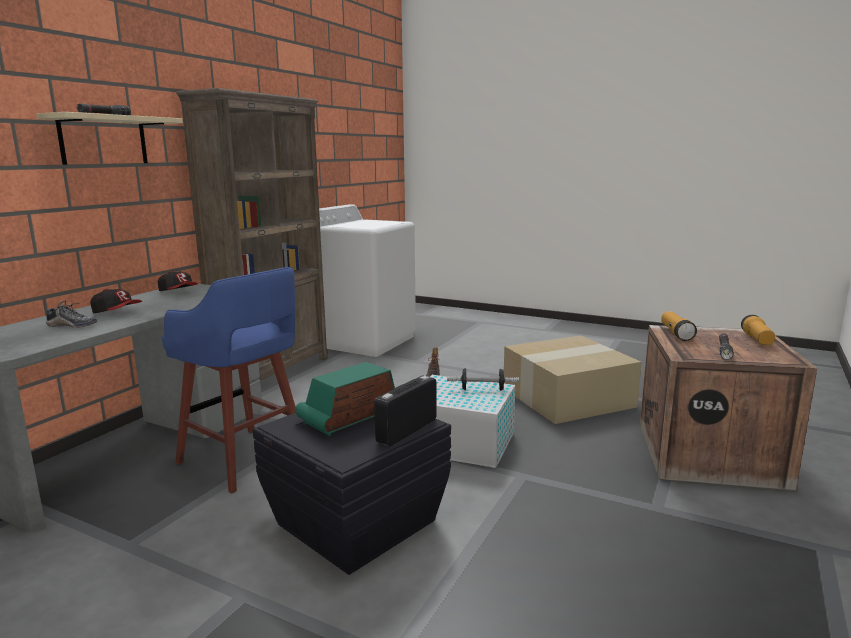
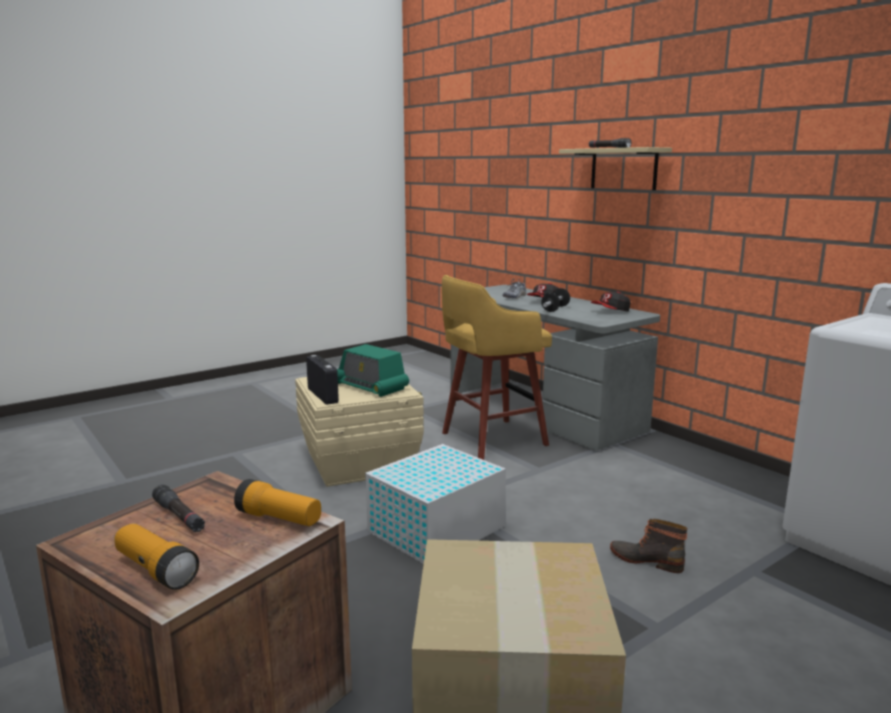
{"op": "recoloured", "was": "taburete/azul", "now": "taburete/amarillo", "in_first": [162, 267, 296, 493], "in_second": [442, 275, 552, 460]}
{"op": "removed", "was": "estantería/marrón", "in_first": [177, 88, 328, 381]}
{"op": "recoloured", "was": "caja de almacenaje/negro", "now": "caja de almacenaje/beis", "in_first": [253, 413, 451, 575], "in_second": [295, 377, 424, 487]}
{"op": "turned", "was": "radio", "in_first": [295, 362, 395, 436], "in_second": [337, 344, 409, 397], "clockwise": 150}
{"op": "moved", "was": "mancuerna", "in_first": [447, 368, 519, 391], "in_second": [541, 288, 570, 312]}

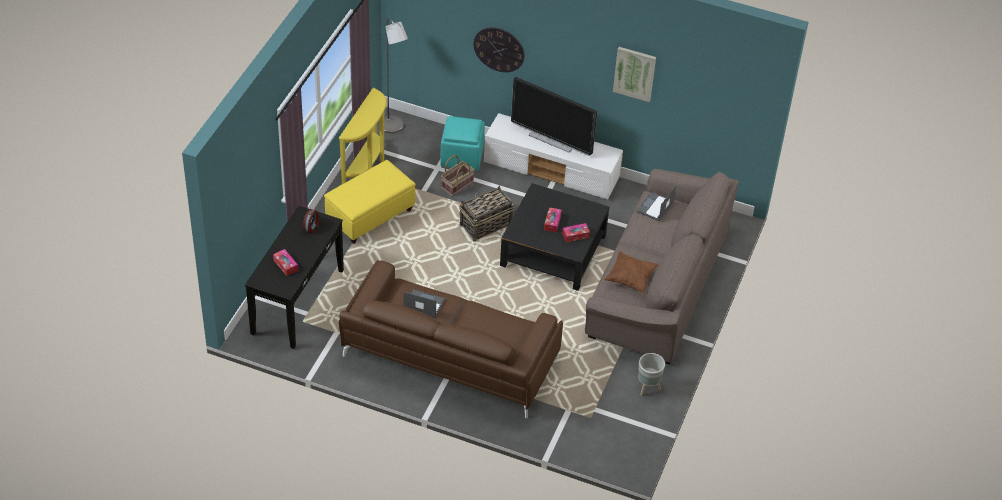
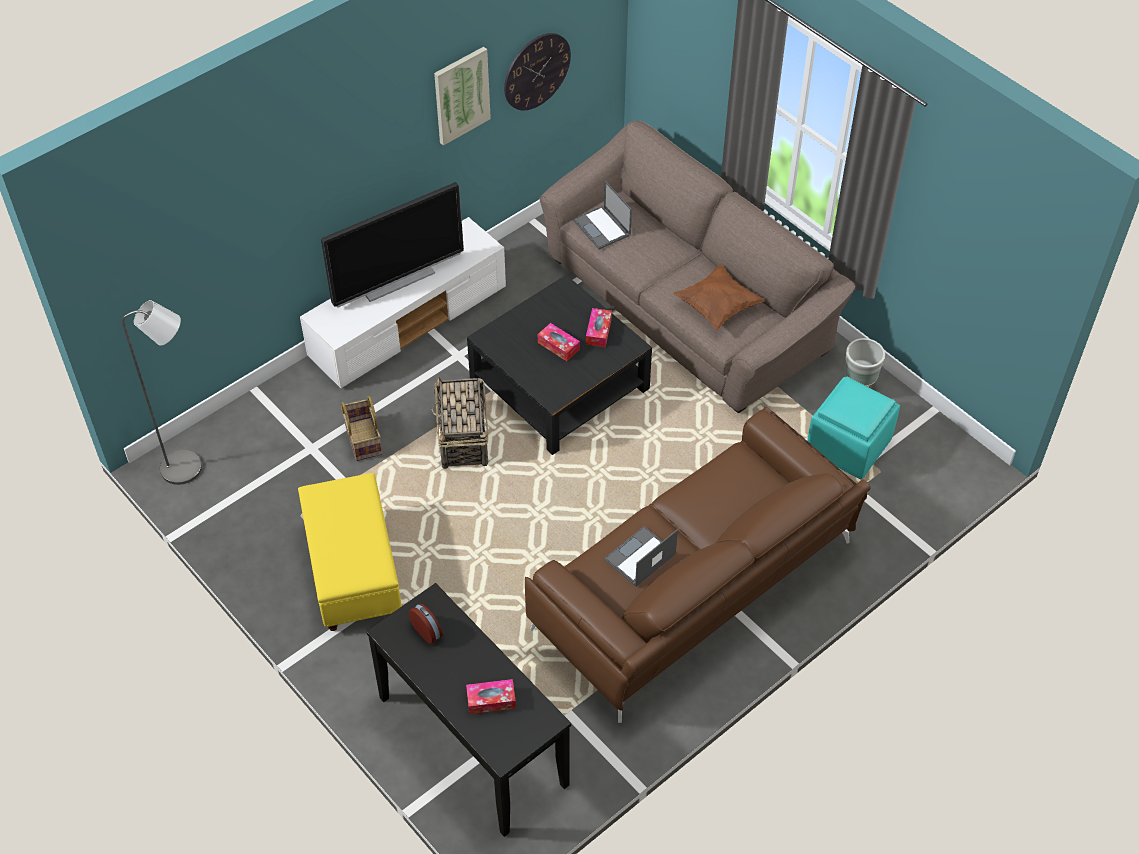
{"op": "removed", "was": "mesa consola/amarillo", "in_first": [339, 88, 387, 184]}
{"op": "moved", "was": "puf/turquesa", "in_first": [441, 116, 485, 171], "in_second": [807, 377, 900, 479]}
{"op": "moved", "was": "reloj de pared", "in_first": [474, 27, 524, 72], "in_second": [504, 33, 571, 110]}

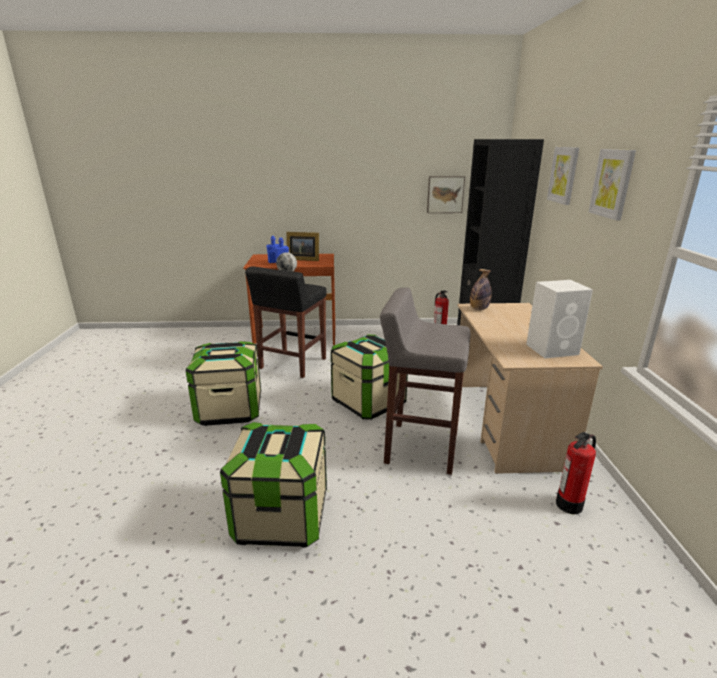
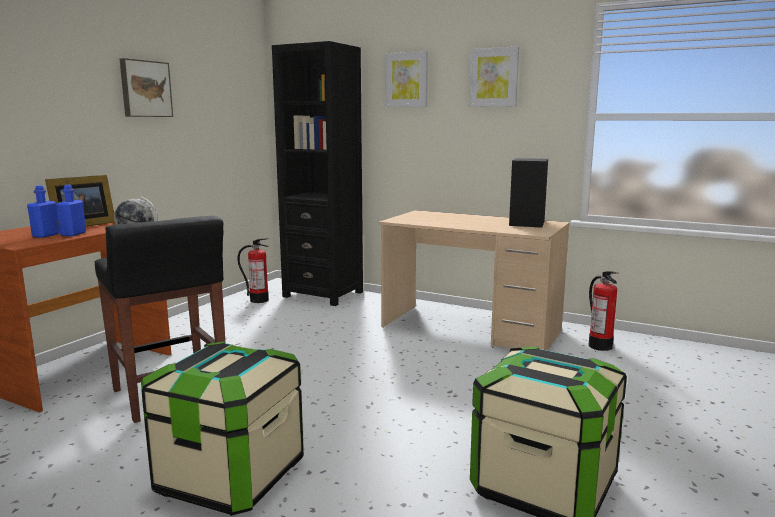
{"op": "removed", "was": "caja de almacenaje", "in_first": [331, 334, 408, 420]}
{"op": "removed", "was": "taburete/gris", "in_first": [380, 287, 470, 475]}
{"op": "moved", "was": "cuadro", "in_first": [427, 176, 465, 213], "in_second": [120, 58, 173, 117]}
{"op": "removed", "was": "botella", "in_first": [470, 269, 492, 310]}
{"op": "recoloured", "was": "altavoz/blanco", "now": "altavoz/negro", "in_first": [526, 280, 593, 358], "in_second": [509, 158, 548, 228]}

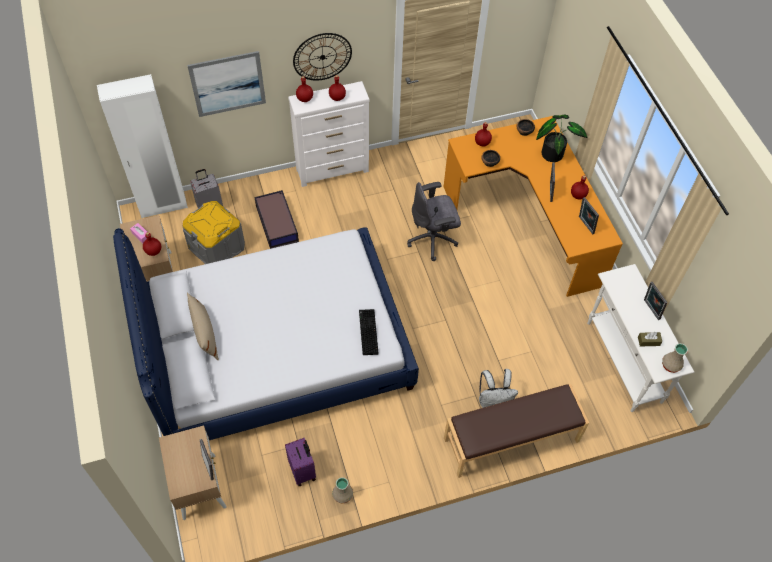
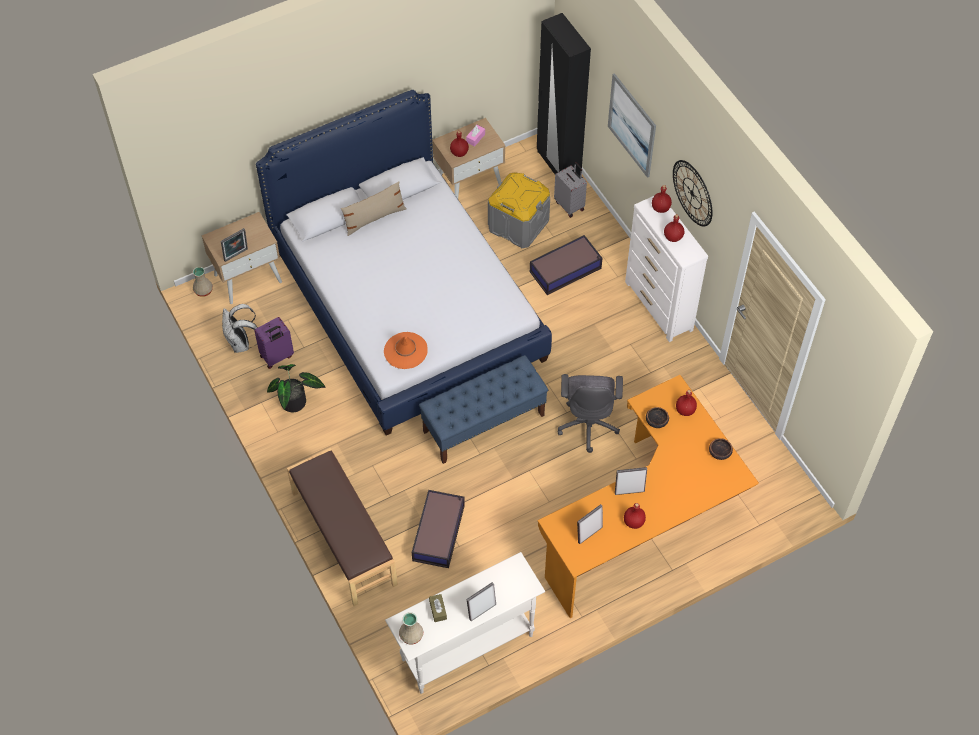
{"op": "recoloured", "was": "armario ropero/blanco", "now": "armario ropero/negro", "in_first": [97, 74, 188, 218], "in_second": [537, 13, 591, 176]}
{"op": "moved", "was": "florero/beis", "in_first": [332, 477, 353, 504], "in_second": [192, 267, 213, 297]}
{"op": "replaced", "was": "teclado", "now": "sombrero/naranja", "in_first": [359, 309, 379, 355], "in_second": [384, 332, 428, 369]}
{"op": "turned", "was": "silla de oficina/gris", "in_first": [407, 182, 461, 261], "in_second": [557, 374, 623, 453], "clockwise": -150}
{"op": "moved", "was": "mochila/blanco", "in_first": [479, 369, 518, 408], "in_second": [222, 304, 258, 353]}
{"op": "moved", "was": "planta en maceta", "in_first": [536, 115, 588, 162], "in_second": [267, 364, 325, 412]}
{"op": "added", "now": "caja de almacenaje", "in_second": [412, 490, 465, 568]}
{"op": "added", "now": "banco/azul", "in_second": [419, 355, 548, 464]}

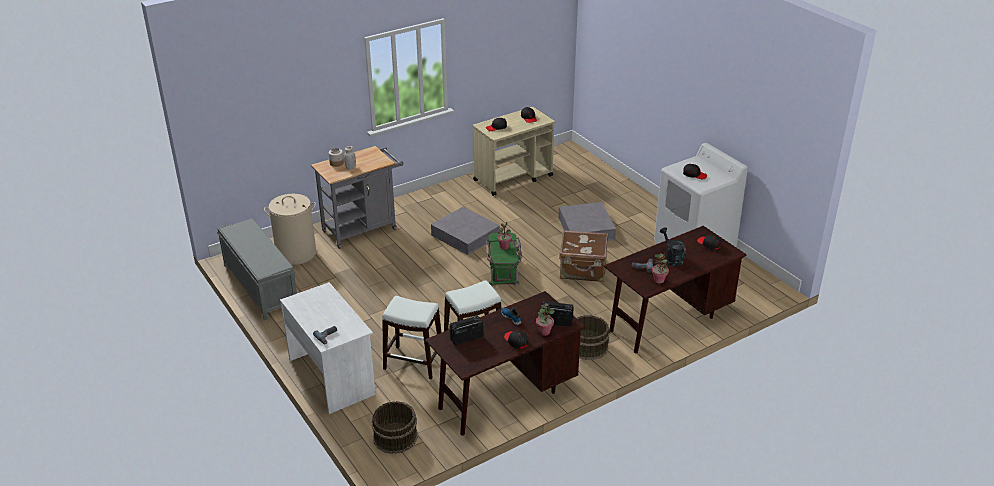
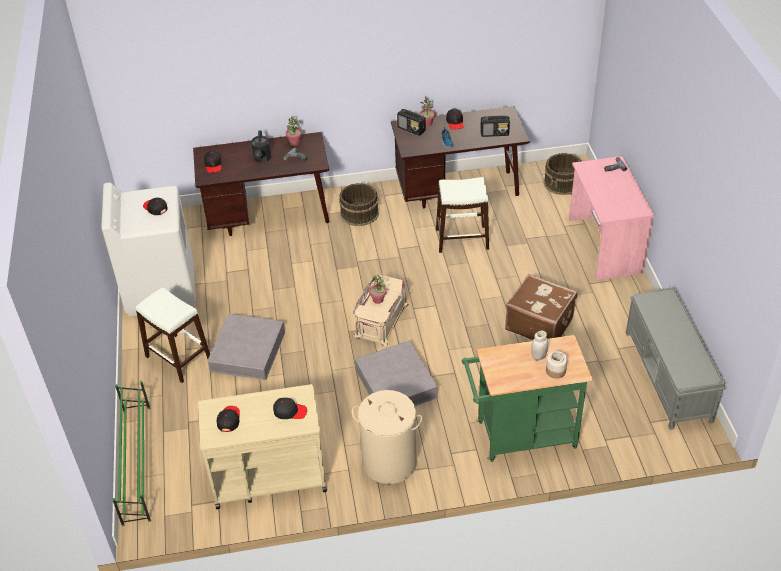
{"op": "moved", "was": "cesto de la ropa/beis", "in_first": [264, 194, 316, 265], "in_second": [352, 390, 422, 484]}
{"op": "recoloured", "was": "escritorio/blanco", "now": "escritorio/rosa", "in_first": [280, 282, 376, 414], "in_second": [569, 156, 654, 280]}
{"op": "recoloured", "was": "carrito/gris", "now": "carrito/verde", "in_first": [311, 146, 404, 249], "in_second": [462, 335, 593, 462]}
{"op": "moved", "was": "taburete/blanco", "in_first": [382, 296, 442, 379], "in_second": [136, 287, 210, 383]}
{"op": "recoloured", "was": "caja de almacenaje/verde", "now": "caja de almacenaje/beis", "in_first": [486, 233, 522, 286], "in_second": [353, 275, 409, 347]}
{"op": "moved", "was": "maleta/marrón", "in_first": [559, 230, 608, 282], "in_second": [505, 274, 578, 340]}
{"op": "added", "now": "zapatero/verde", "in_second": [112, 381, 151, 526]}

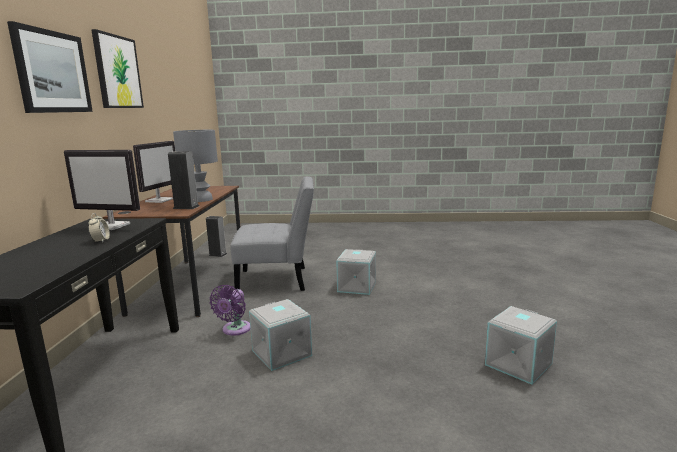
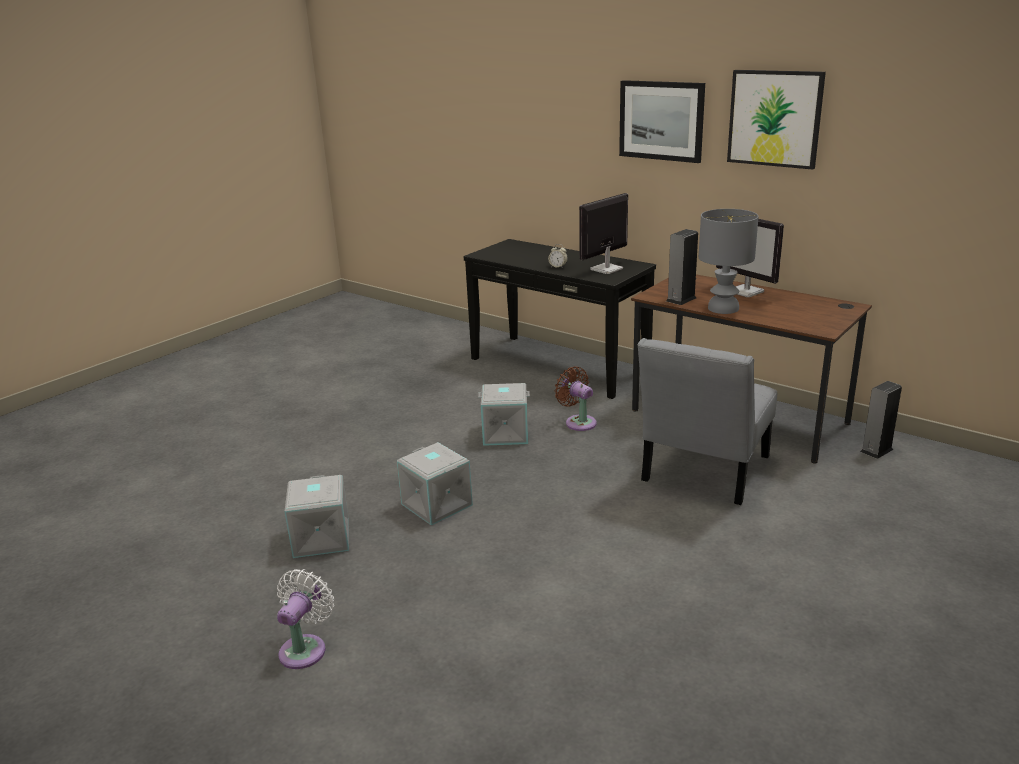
{"op": "recoloured", "was": "ventilador/morado", "now": "ventilador/marrón", "in_first": [209, 285, 250, 336], "in_second": [555, 367, 597, 431]}
{"op": "moved", "was": "caja de almacenaje/gris", "in_first": [336, 249, 376, 295], "in_second": [397, 442, 473, 525]}
{"op": "added", "now": "ventilador/blanco", "in_second": [277, 569, 334, 669]}

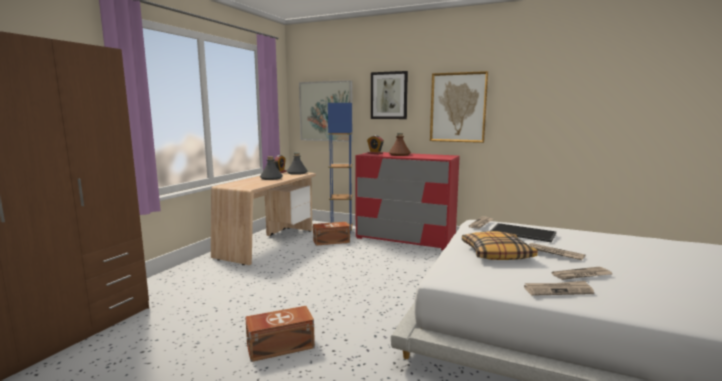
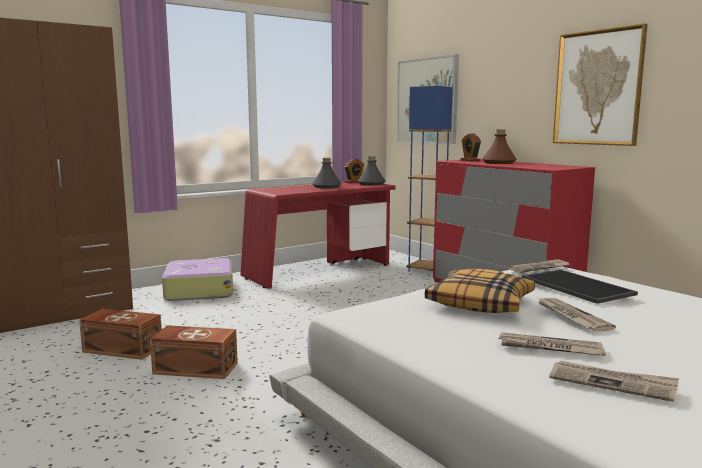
{"op": "recoloured", "was": "escritorio/beis", "now": "escritorio/rojo", "in_first": [211, 172, 316, 265], "in_second": [240, 182, 396, 289]}
{"op": "moved", "was": "caja de almacenaje/marrón", "in_first": [313, 222, 350, 246], "in_second": [79, 309, 162, 360]}
{"op": "removed", "was": "cuadro", "in_first": [371, 71, 408, 119]}
{"op": "moved", "was": "periódico", "in_first": [524, 281, 594, 296], "in_second": [549, 361, 679, 402]}
{"op": "added", "now": "maleta", "in_second": [162, 258, 233, 301]}

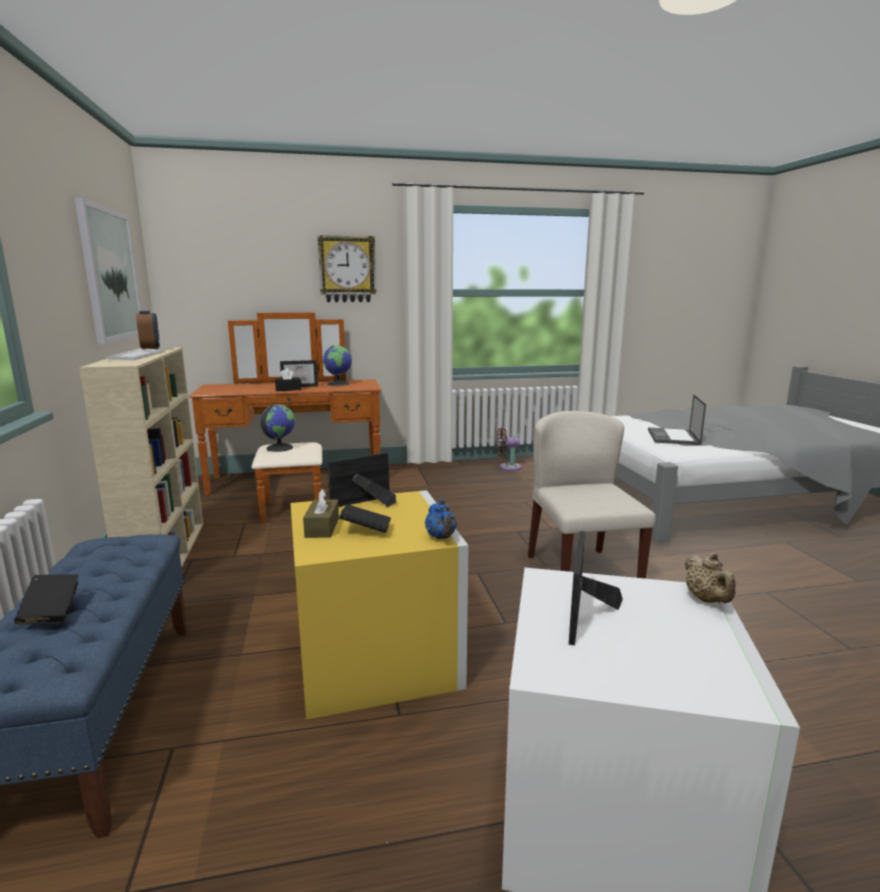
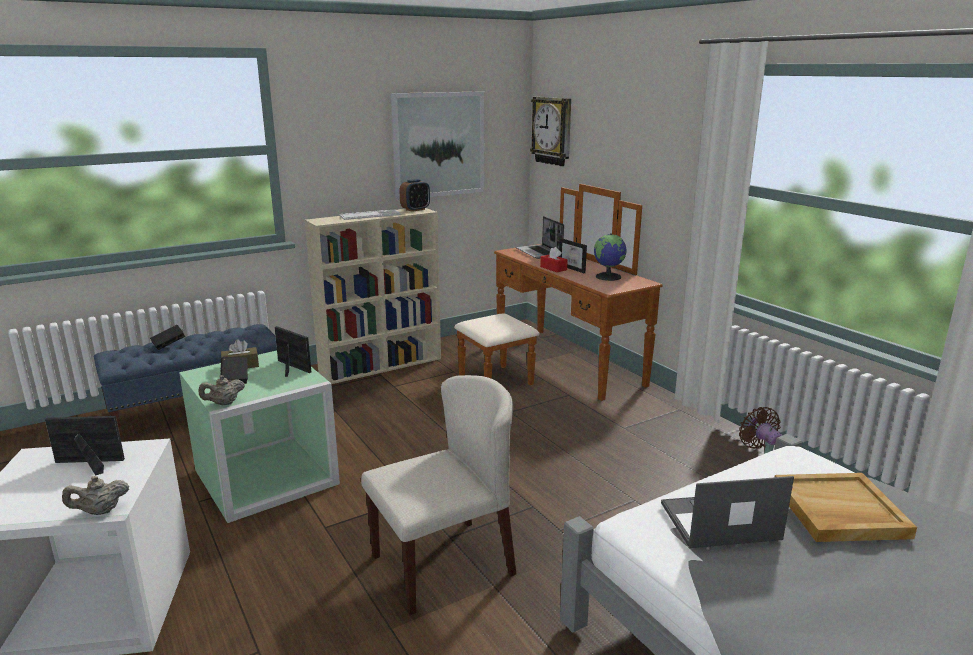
{"op": "removed", "was": "globo terráqueo", "in_first": [261, 404, 295, 452]}
{"op": "recoloured", "was": "caja de pañuelos/negro", "now": "caja de pañuelos/rojo", "in_first": [275, 368, 302, 391], "in_second": [540, 247, 568, 272]}
{"op": "recoloured", "was": "caja de almacenaje/amarillo", "now": "caja de almacenaje/verde", "in_first": [290, 490, 469, 720], "in_second": [179, 351, 340, 523]}
{"op": "moved", "was": "reloj de pared", "in_first": [318, 235, 377, 302], "in_second": [530, 97, 571, 166]}
{"op": "recoloured", "was": "tetera/azul", "now": "tetera/beis", "in_first": [425, 499, 457, 539], "in_second": [199, 375, 245, 405]}
{"op": "added", "now": "portátil", "in_second": [516, 216, 564, 259]}
{"op": "added", "now": "bandeja/beis", "in_second": [775, 473, 917, 542]}

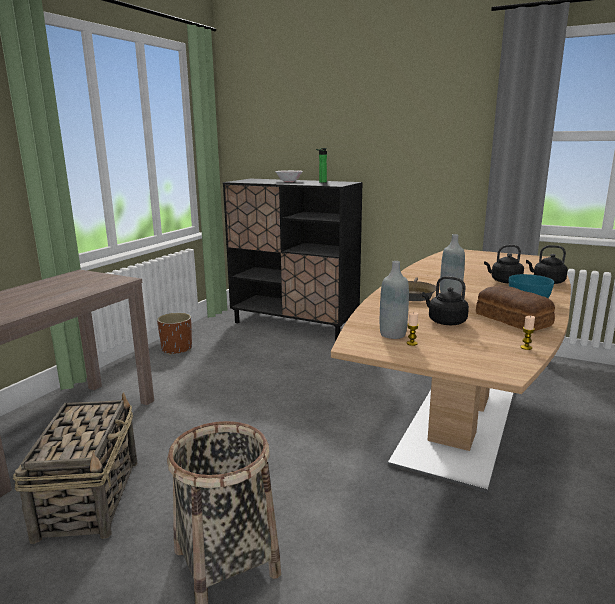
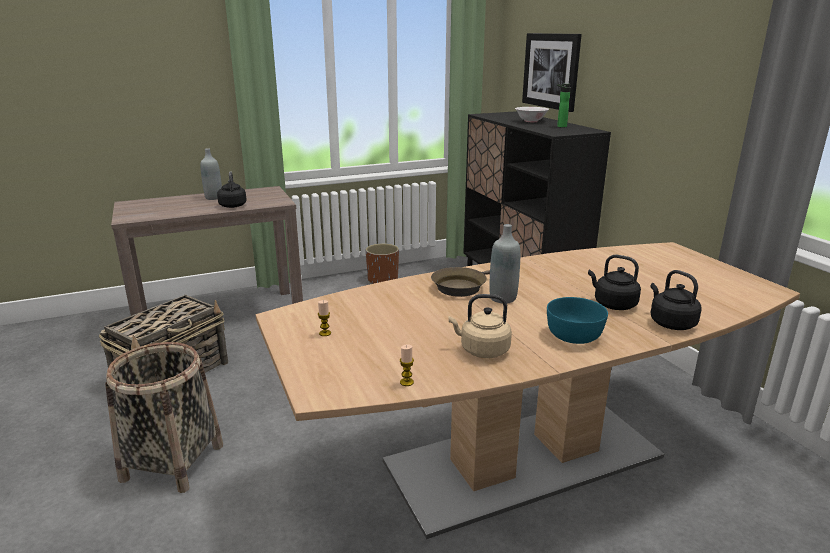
{"op": "moved", "was": "botella/gris", "in_first": [380, 261, 409, 339], "in_second": [200, 148, 222, 200]}
{"op": "moved", "was": "hervidor/negro", "in_first": [422, 276, 469, 325], "in_second": [217, 172, 247, 208]}
{"op": "replaced", "was": "pan", "now": "hervidor/beis", "in_first": [476, 285, 555, 331], "in_second": [448, 294, 512, 358]}
{"op": "added", "now": "cuadro", "in_second": [522, 33, 582, 112]}

